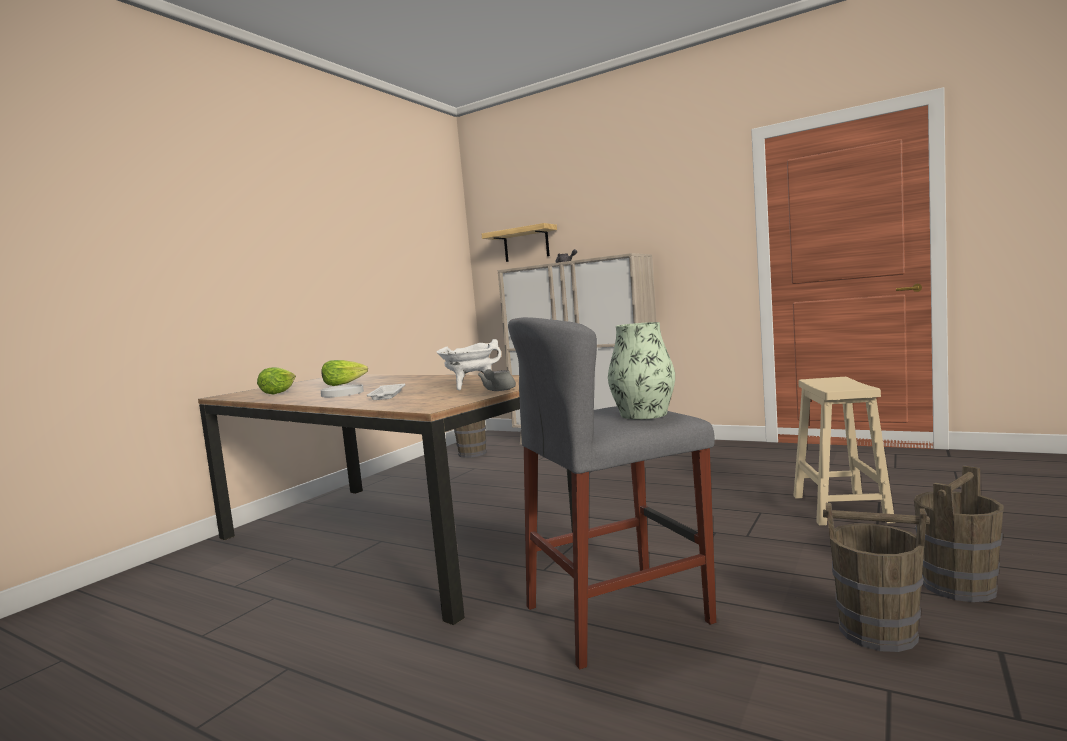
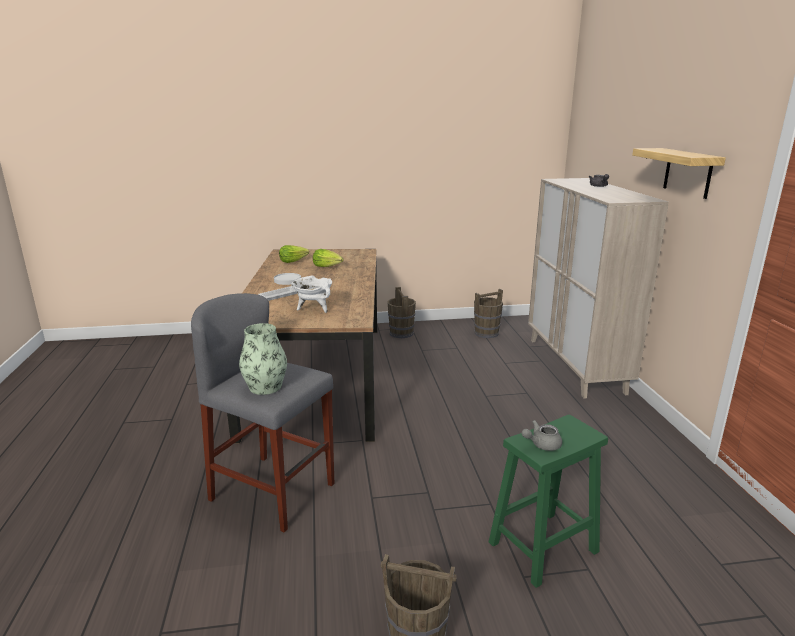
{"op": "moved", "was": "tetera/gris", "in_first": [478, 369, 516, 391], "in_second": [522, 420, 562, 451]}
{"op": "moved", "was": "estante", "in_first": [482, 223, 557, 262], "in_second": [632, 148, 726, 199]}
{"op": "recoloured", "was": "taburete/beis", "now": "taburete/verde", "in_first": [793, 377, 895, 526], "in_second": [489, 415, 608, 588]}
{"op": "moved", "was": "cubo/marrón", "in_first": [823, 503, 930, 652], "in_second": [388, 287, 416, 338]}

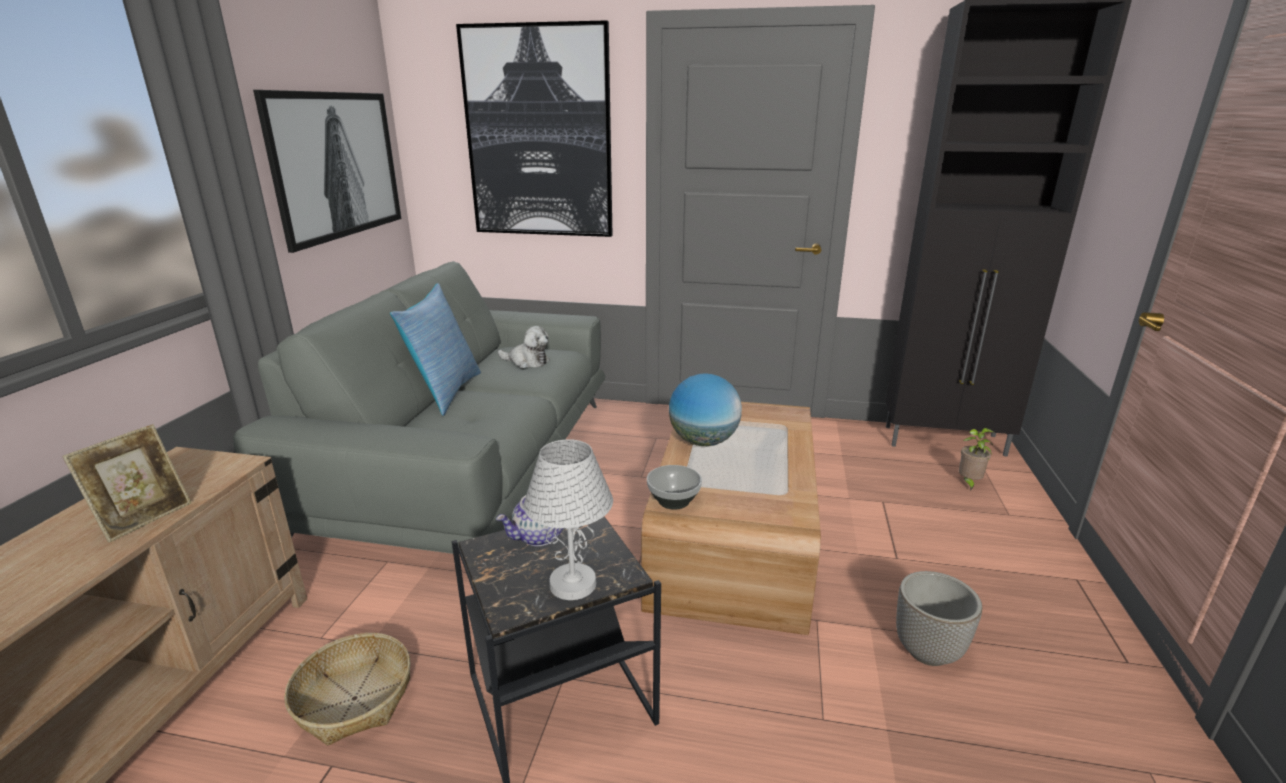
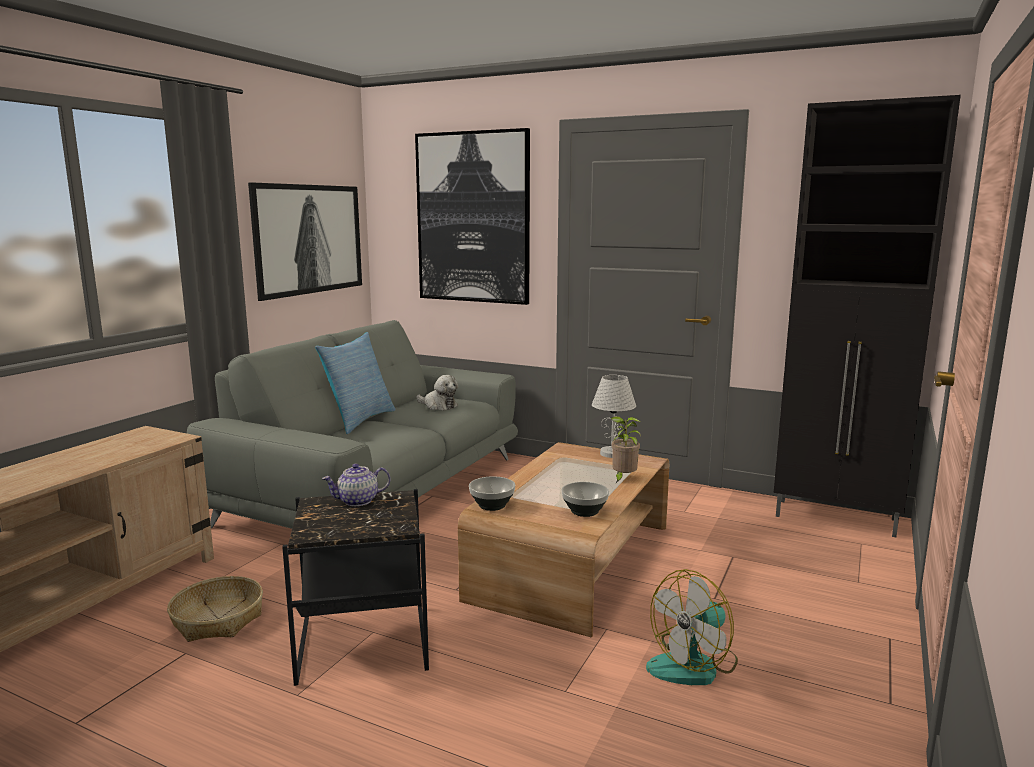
{"op": "removed", "was": "portarretratos", "in_first": [62, 424, 191, 543]}
{"op": "moved", "was": "lámpara de mesa/blanco", "in_first": [523, 439, 613, 600], "in_second": [592, 375, 636, 458]}
{"op": "removed", "was": "globo terráqueo", "in_first": [669, 373, 742, 446]}
{"op": "replaced", "was": "maceta", "now": "ventilador", "in_first": [896, 571, 982, 666], "in_second": [646, 569, 738, 685]}
{"op": "moved", "was": "planta en maceta", "in_first": [959, 428, 994, 491], "in_second": [611, 416, 641, 483]}
{"op": "added", "now": "cuenco", "in_second": [561, 482, 609, 517]}

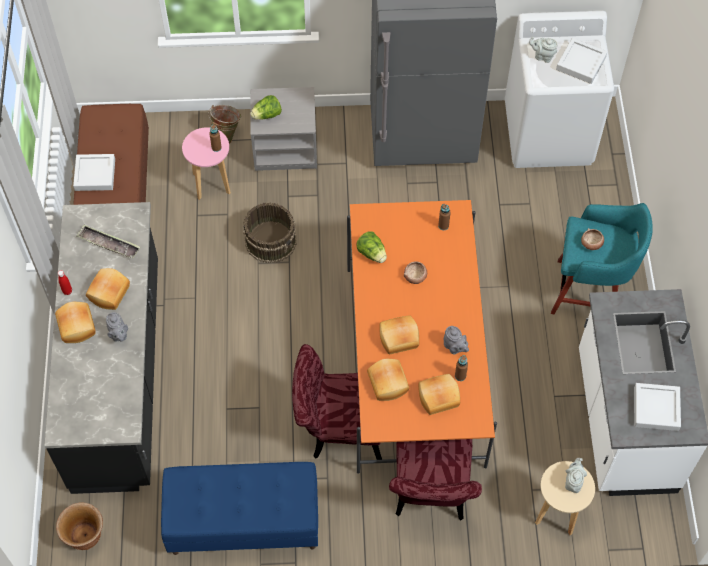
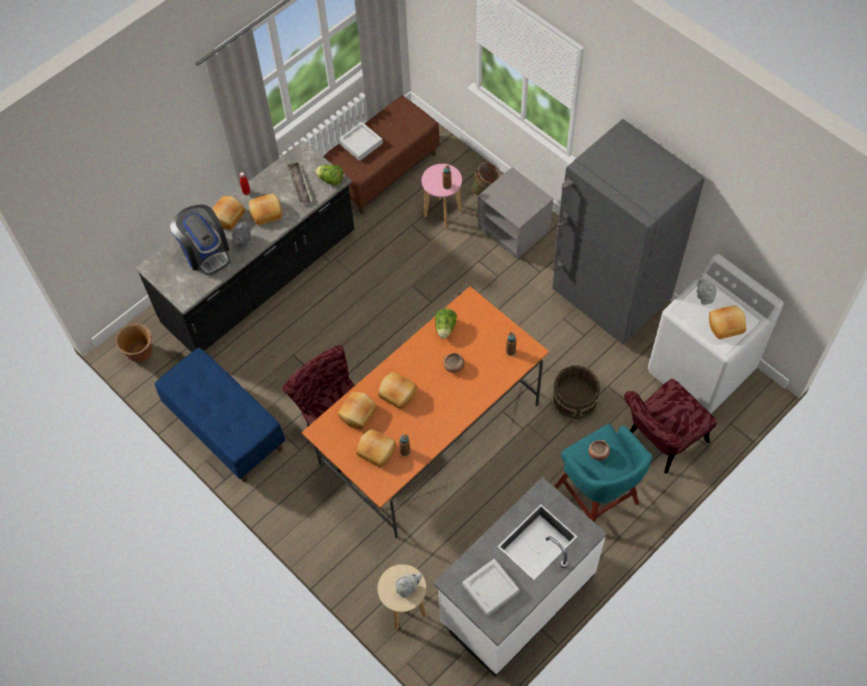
{"op": "moved", "was": "cubo/marrón", "in_first": [243, 202, 297, 263], "in_second": [551, 365, 601, 421]}
{"op": "moved", "was": "lechuga", "in_first": [250, 95, 282, 120], "in_second": [315, 165, 343, 186]}
{"op": "moved", "was": "silla/rojo", "in_first": [389, 439, 482, 521], "in_second": [624, 379, 717, 474]}
{"op": "removed", "was": "tetera/gris", "in_first": [444, 326, 469, 354]}
{"op": "replaced", "was": "bandeja/gris", "now": "pan", "in_first": [556, 38, 607, 84], "in_second": [709, 305, 746, 339]}
{"op": "added", "now": "cafetera", "in_second": [170, 204, 230, 276]}

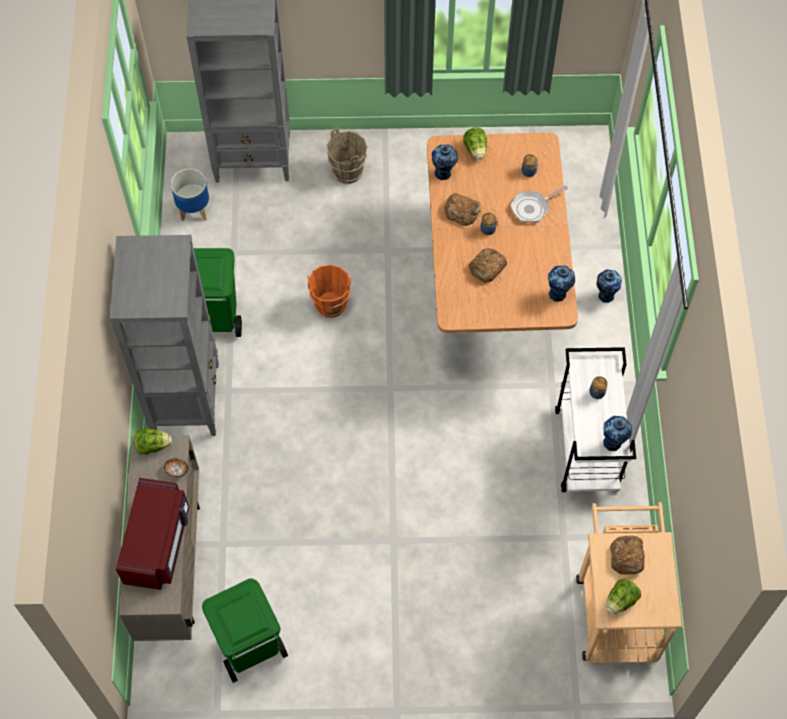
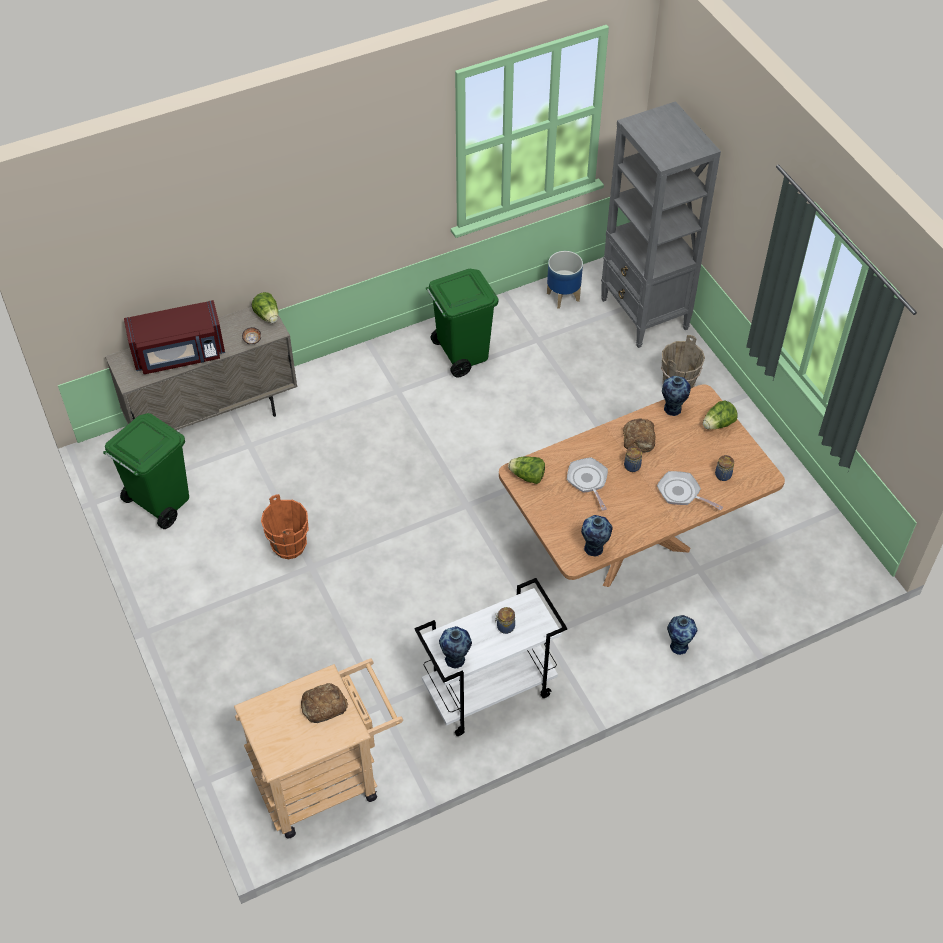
{"op": "removed", "was": "estantería/gris", "in_first": [110, 235, 219, 436]}
{"op": "moved", "was": "cubo/naranja", "in_first": [308, 264, 351, 318], "in_second": [261, 494, 309, 559]}
{"op": "replaced", "was": "pan", "now": "sartén", "in_first": [469, 248, 507, 282], "in_second": [567, 457, 608, 511]}
{"op": "moved", "was": "lechuga", "in_first": [606, 579, 641, 614], "in_second": [508, 456, 545, 484]}

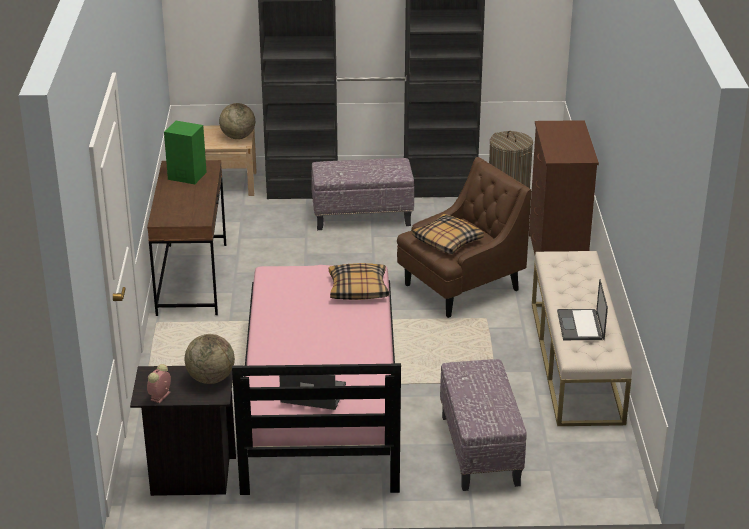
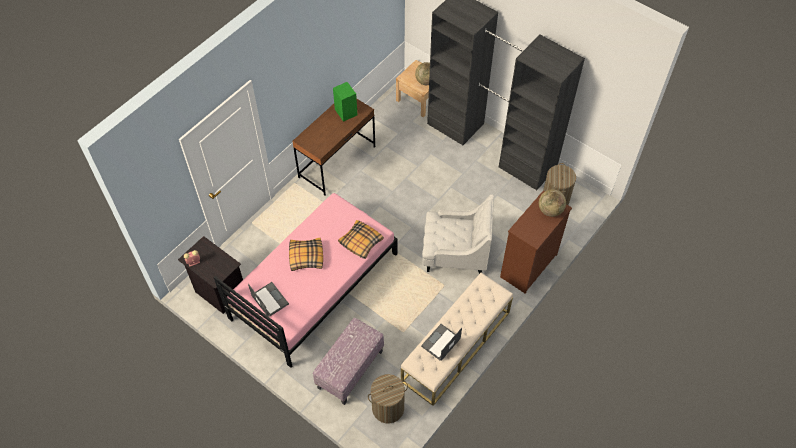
{"op": "moved", "was": "globo terráqueo", "in_first": [185, 334, 235, 384], "in_second": [539, 189, 566, 217]}
{"op": "removed", "was": "puf", "in_first": [311, 158, 414, 230]}
{"op": "recoloured", "was": "sillón/marrón", "now": "sillón/blanco", "in_first": [397, 157, 531, 318], "in_second": [422, 195, 494, 274]}
{"op": "moved", "was": "cojín", "in_first": [412, 214, 484, 254], "in_second": [289, 238, 323, 271]}
{"op": "added", "now": "cesto de la ropa", "in_second": [368, 374, 408, 423]}

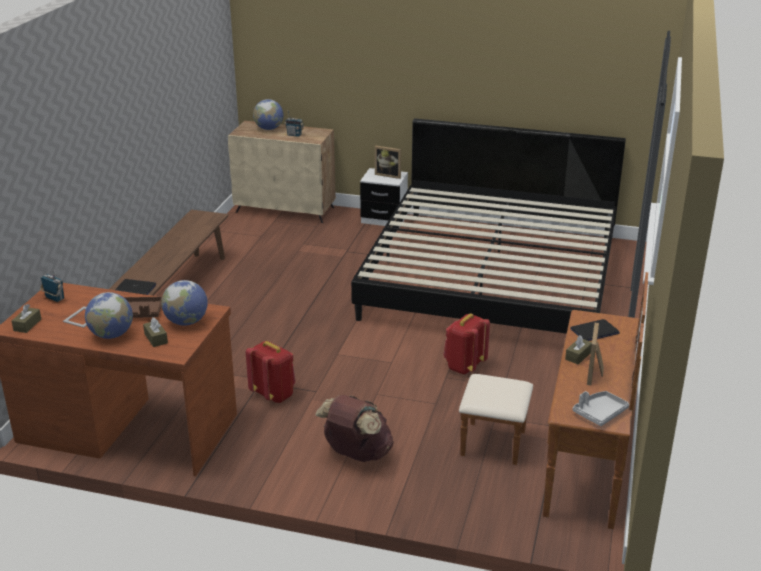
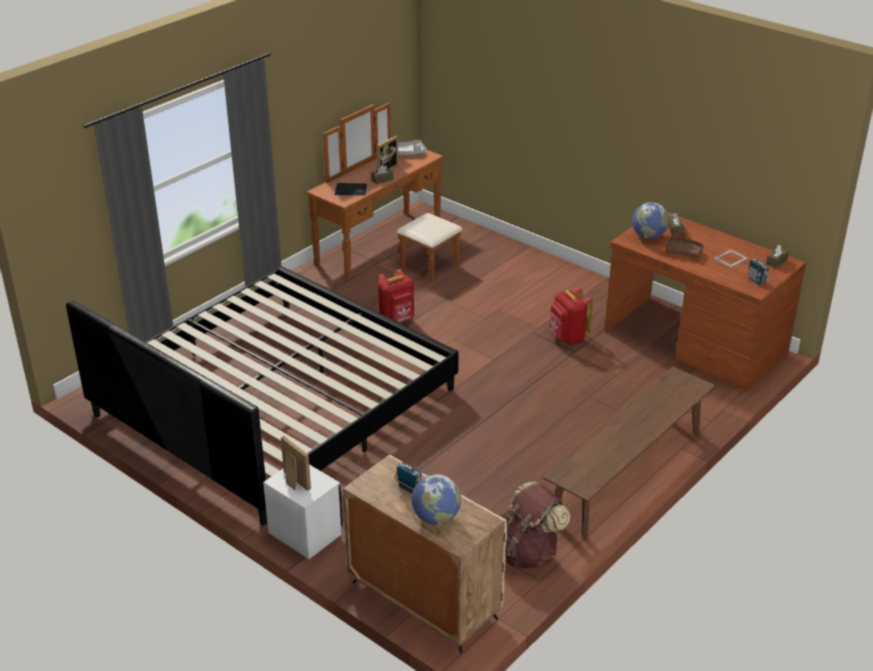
{"op": "removed", "was": "globo terráqueo", "in_first": [85, 292, 133, 339]}
{"op": "removed", "was": "portátil", "in_first": [115, 279, 156, 295]}
{"op": "moved", "was": "mochila/marrón", "in_first": [316, 395, 394, 462], "in_second": [500, 481, 571, 569]}

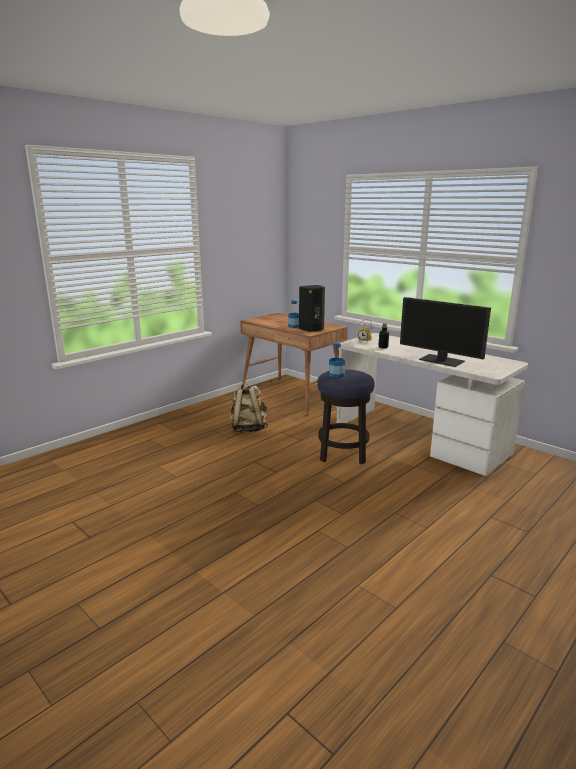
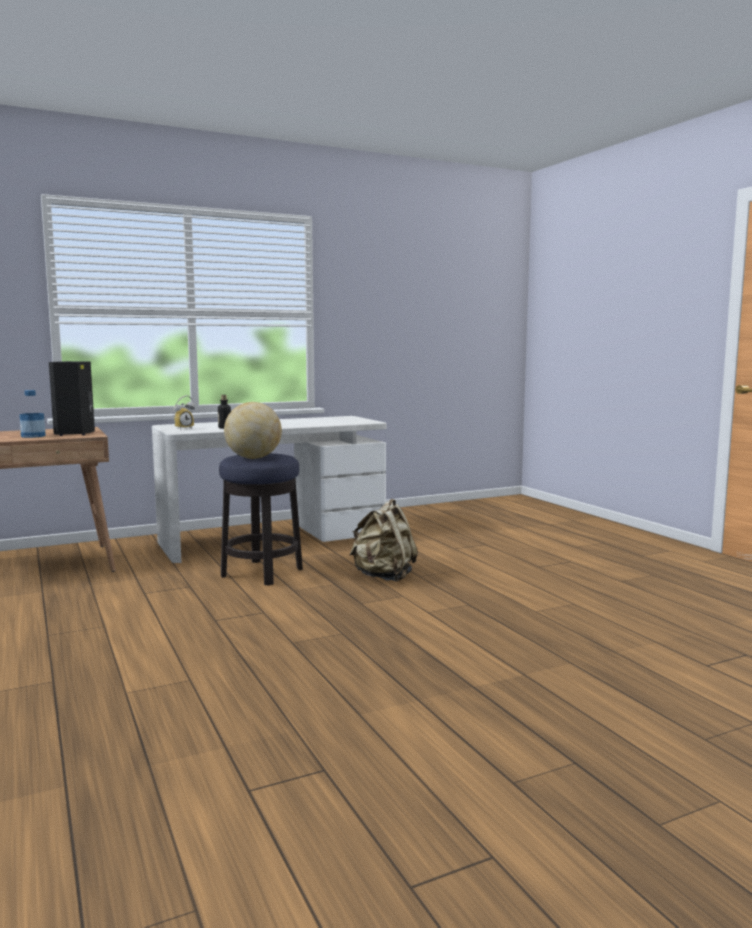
{"op": "moved", "was": "mochila/beis", "in_first": [230, 383, 268, 432], "in_second": [349, 499, 418, 582]}
{"op": "replaced", "was": "botella", "now": "globo terráqueo", "in_first": [329, 342, 345, 378], "in_second": [224, 402, 282, 459]}
{"op": "removed", "was": "monitor", "in_first": [400, 297, 491, 367]}

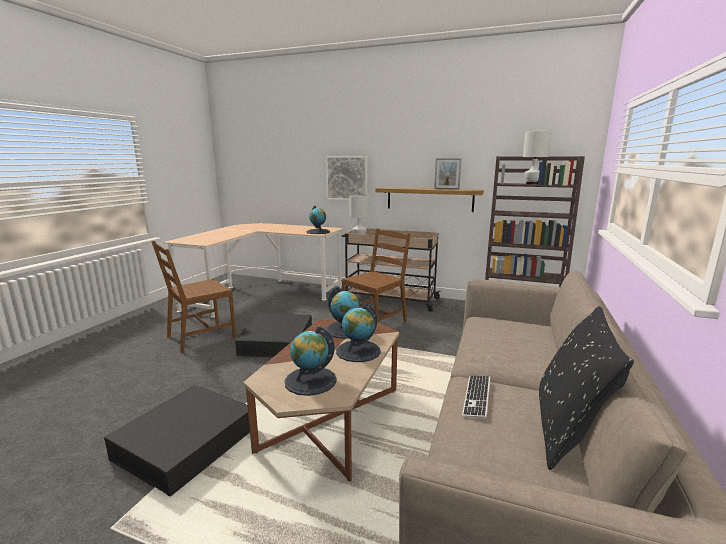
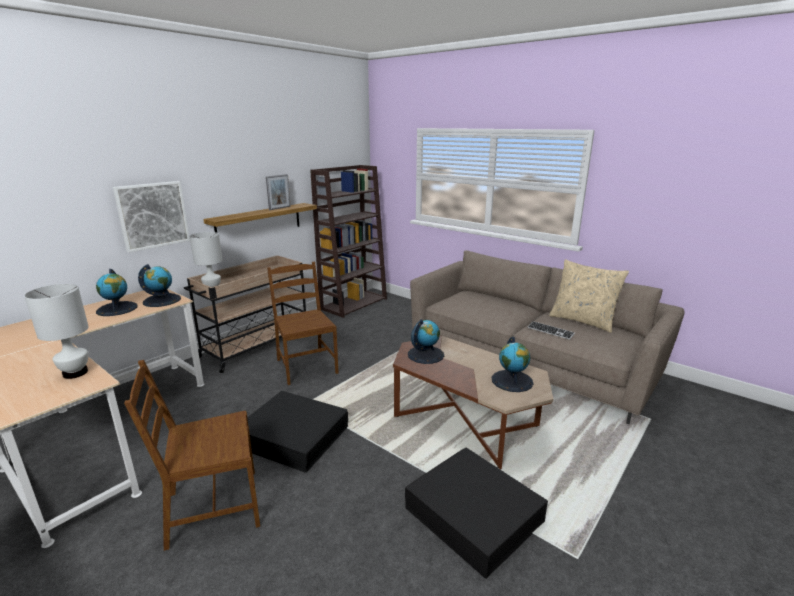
{"op": "turned", "was": "silla/marrón", "in_first": [152, 241, 236, 353], "in_second": [124, 360, 260, 551], "clockwise": 90}
{"op": "moved", "was": "globo terráqueo", "in_first": [336, 303, 381, 362], "in_second": [96, 269, 138, 316]}
{"op": "moved", "was": "lámpara de mesa/blanco", "in_first": [523, 131, 552, 185], "in_second": [24, 284, 89, 379]}
{"op": "recoloured", "was": "cojín/negro", "now": "cojín/beis", "in_first": [539, 306, 634, 470], "in_second": [549, 259, 629, 333]}

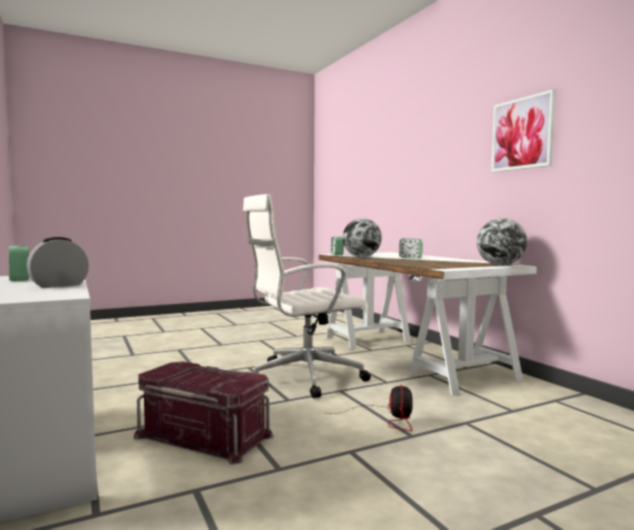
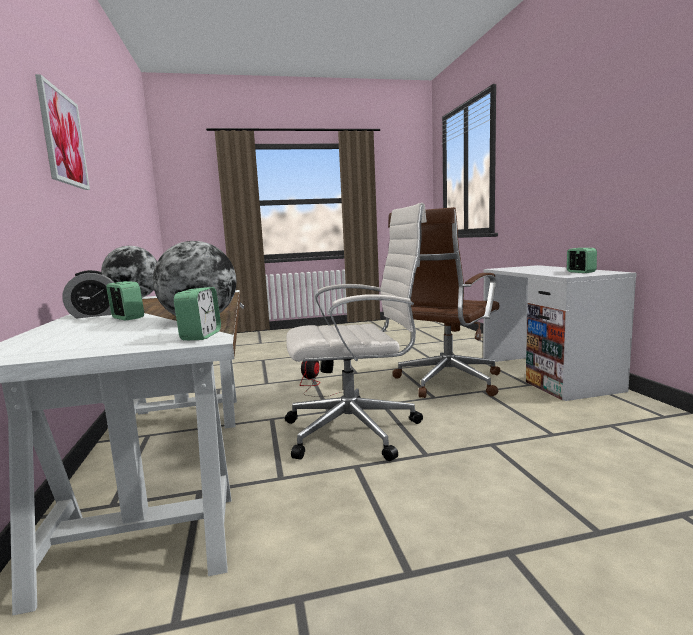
{"op": "moved", "was": "despertador", "in_first": [27, 237, 89, 288], "in_second": [62, 270, 114, 318]}
{"op": "replaced", "was": "caja de almacenaje/rojo", "now": "silla de oficina/marrón", "in_first": [134, 361, 274, 465], "in_second": [388, 207, 501, 398]}

